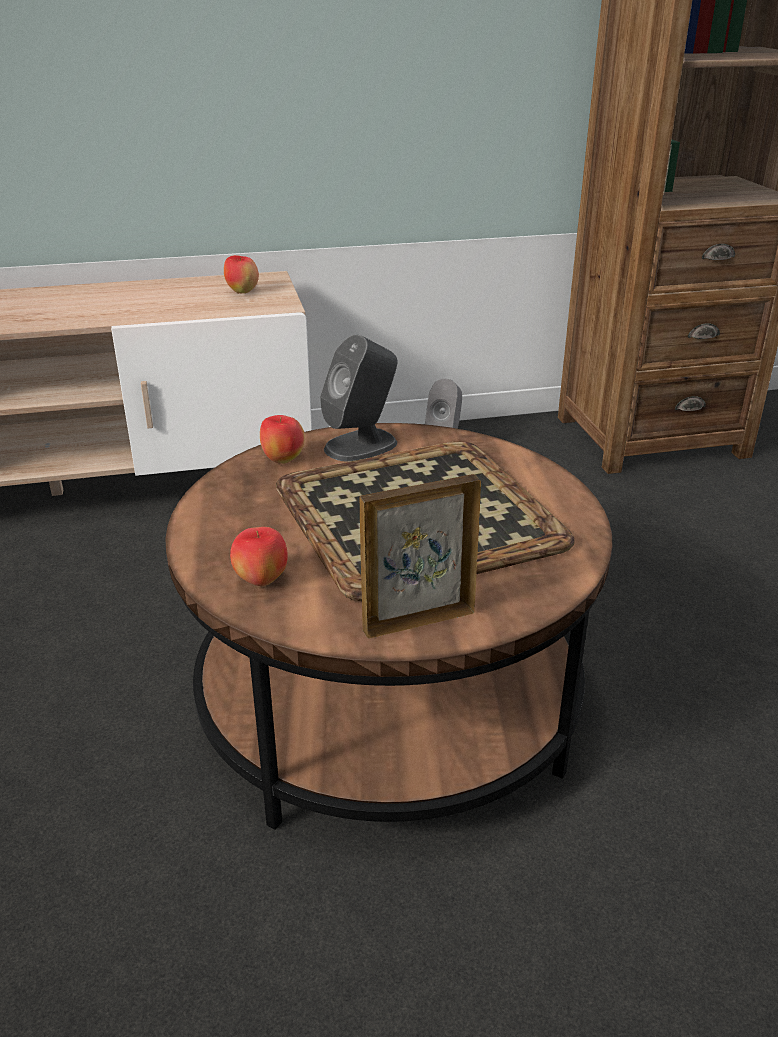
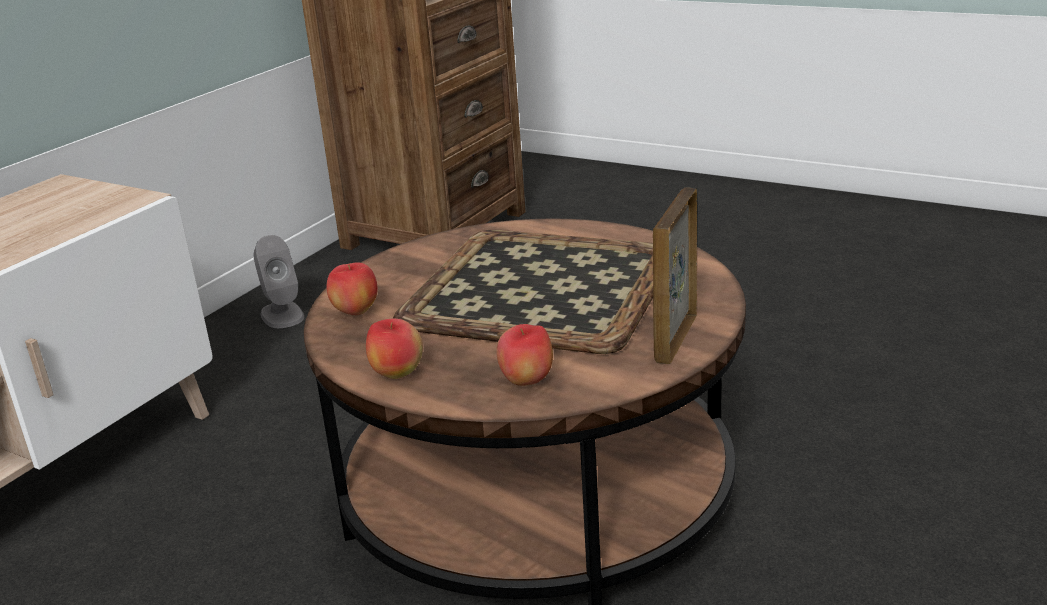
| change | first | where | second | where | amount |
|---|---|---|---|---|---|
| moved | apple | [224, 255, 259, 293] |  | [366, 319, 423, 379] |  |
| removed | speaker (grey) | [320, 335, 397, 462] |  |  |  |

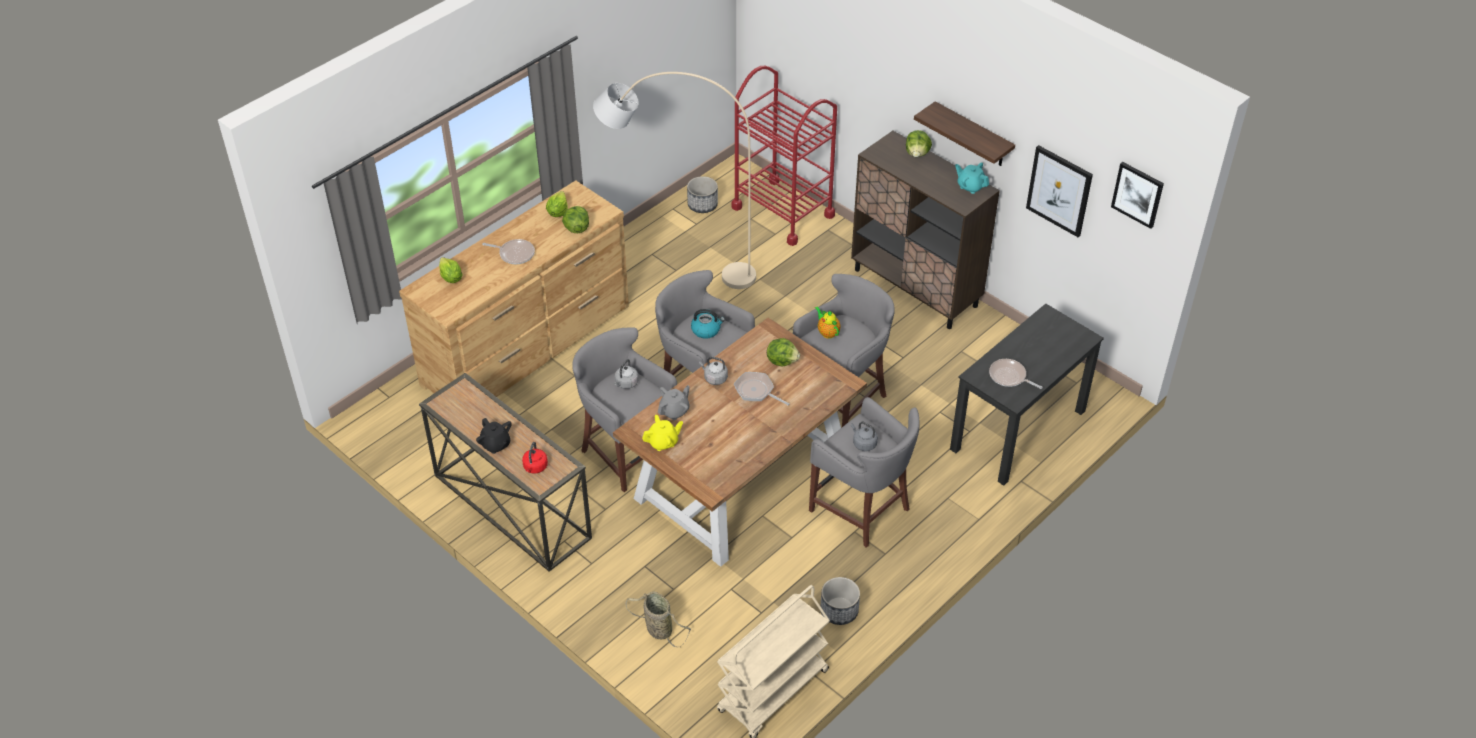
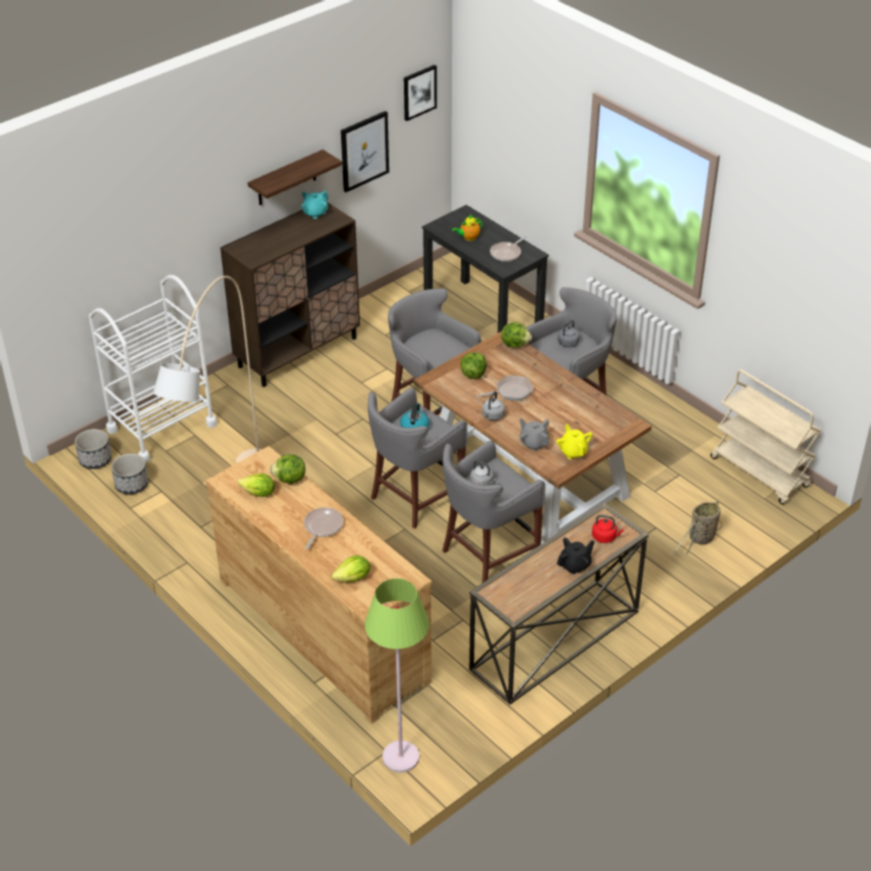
| change | first | where | second | where | amount |
|---|---|---|---|---|---|
| moved | planter | [821, 577, 860, 625] |  | [75, 429, 112, 469] |  |
| recoloured | cart (red) | [731, 66, 837, 246] | cart (white) | [89, 275, 217, 463] |  |
| added |  |  | floor lamp (green) | [365, 578, 429, 773] |  |
| moved | teapot | [815, 306, 841, 339] |  | [452, 214, 483, 241] |  |
| turned | frying pan | [734, 372, 789, 405] |  | [477, 375, 533, 401] | 150 degrees counterclockwise |
| moved | lettuce | [906, 130, 932, 157] |  | [501, 322, 532, 348] |  |

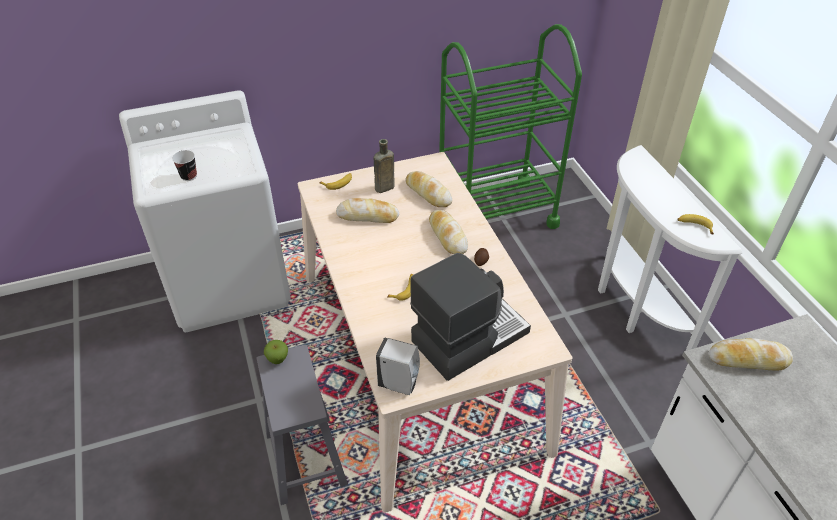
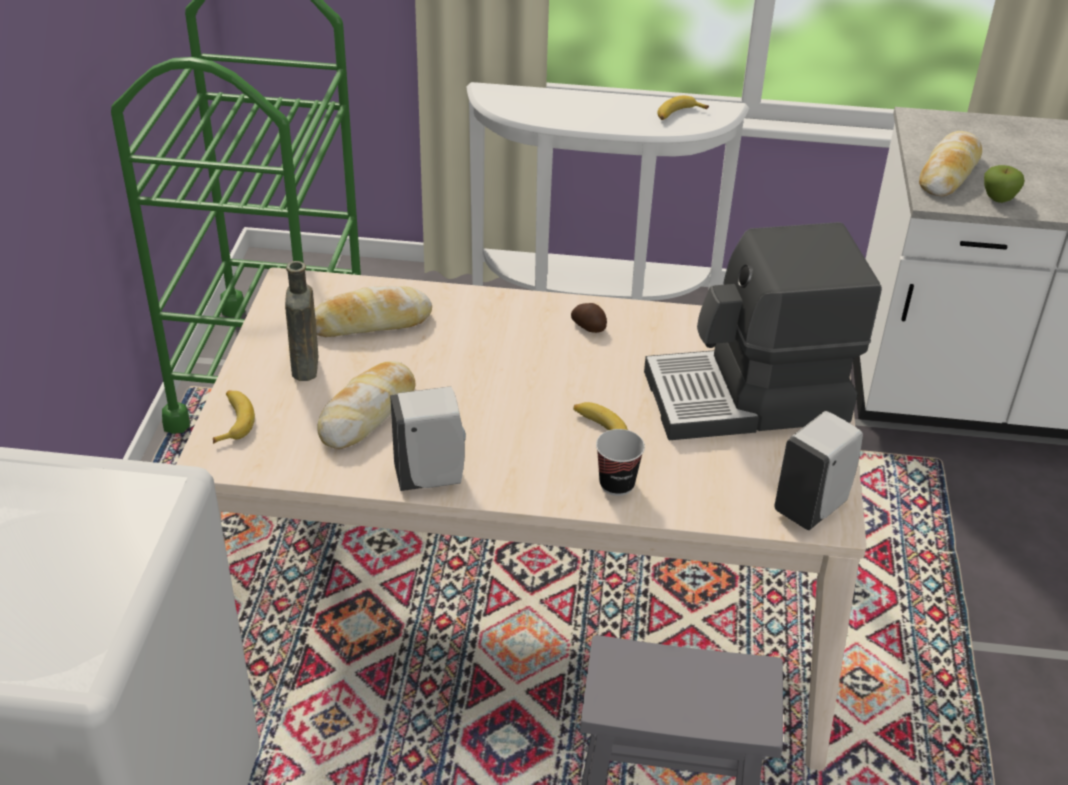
| change | first | where | second | where | amount |
|---|---|---|---|---|---|
| added |  |  | soap dispenser (white) | [390, 386, 466, 491] |  |
| moved | cup | [172, 150, 197, 181] |  | [596, 429, 645, 496] |  |
| turned | coffee machine | [410, 253, 531, 381] |  | [644, 222, 882, 440] | 90 degrees counterclockwise |
| moved | apple | [264, 340, 288, 364] |  | [984, 165, 1025, 203] |  |
| removed | bread | [429, 210, 468, 254] |  |  |  |

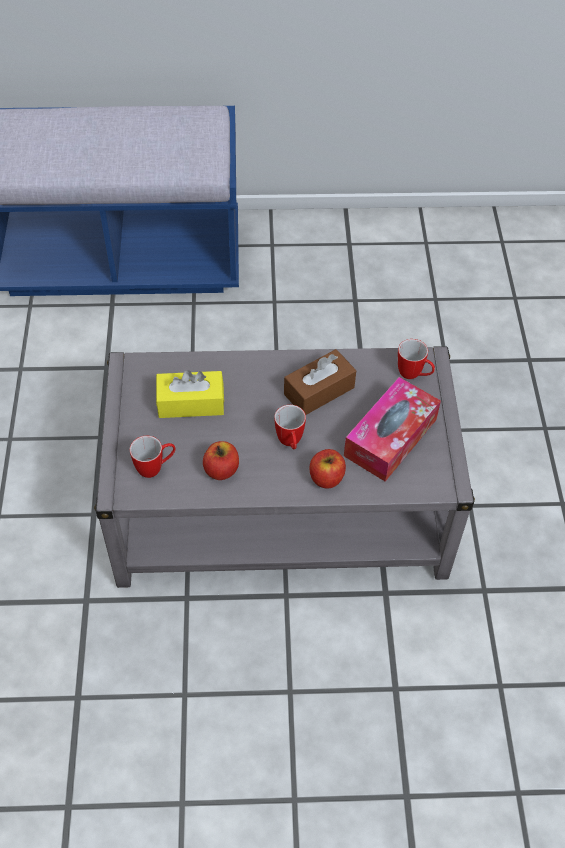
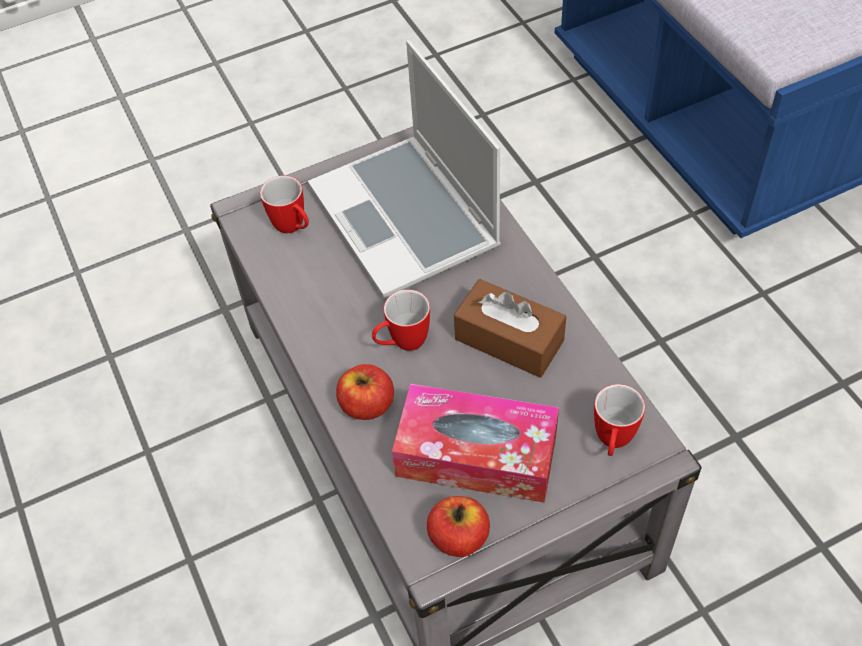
| change | first | where | second | where | amount |
|---|---|---|---|---|---|
| replaced | tissue box (yellow) | [156, 370, 224, 418] | laptop | [308, 40, 501, 298] |  |
| moved | apple | [203, 441, 239, 480] |  | [427, 496, 490, 557] |  |

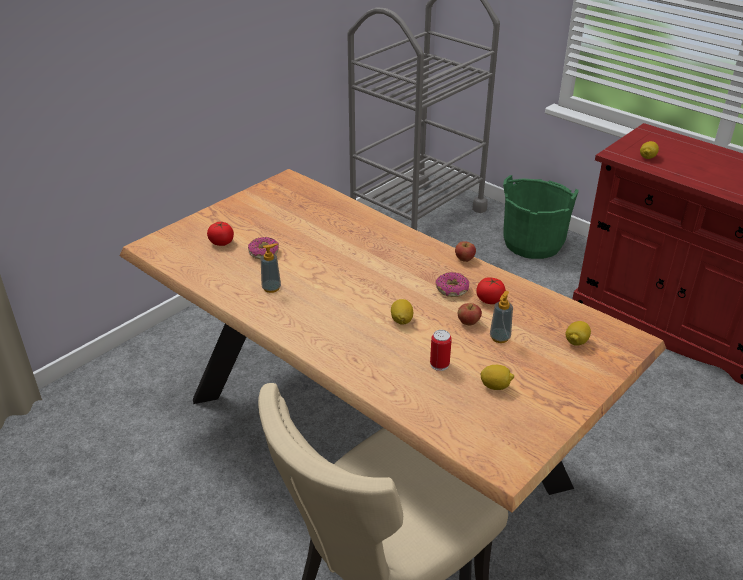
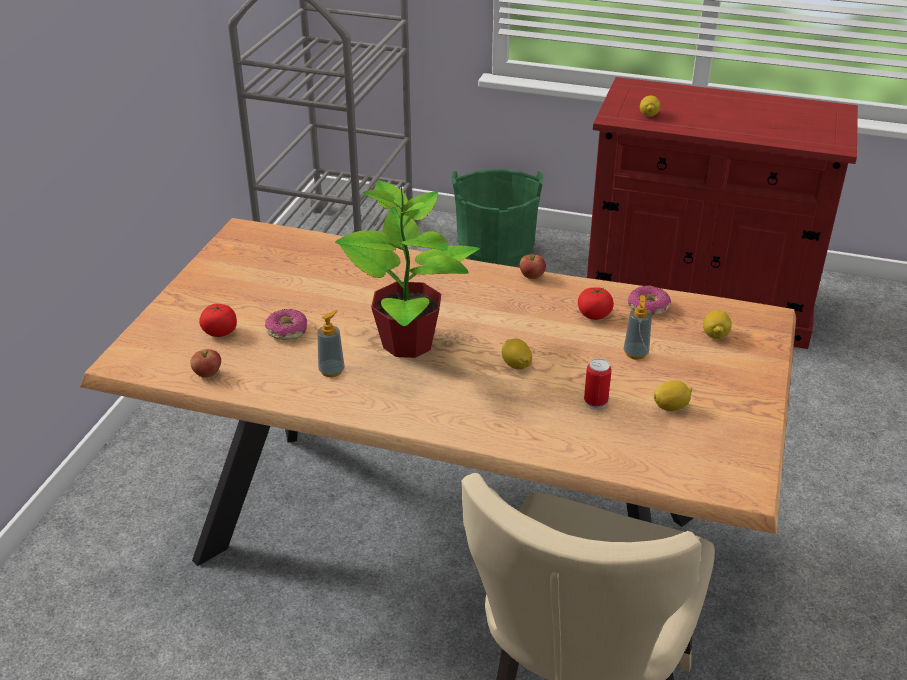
| change | first | where | second | where | amount |
|---|---|---|---|---|---|
| moved | apple | [458, 303, 482, 326] |  | [190, 349, 221, 377] |  |
| added |  |  | potted plant | [335, 180, 480, 358] |  |
| moved | donut | [436, 272, 469, 297] |  | [628, 286, 671, 315] |  |

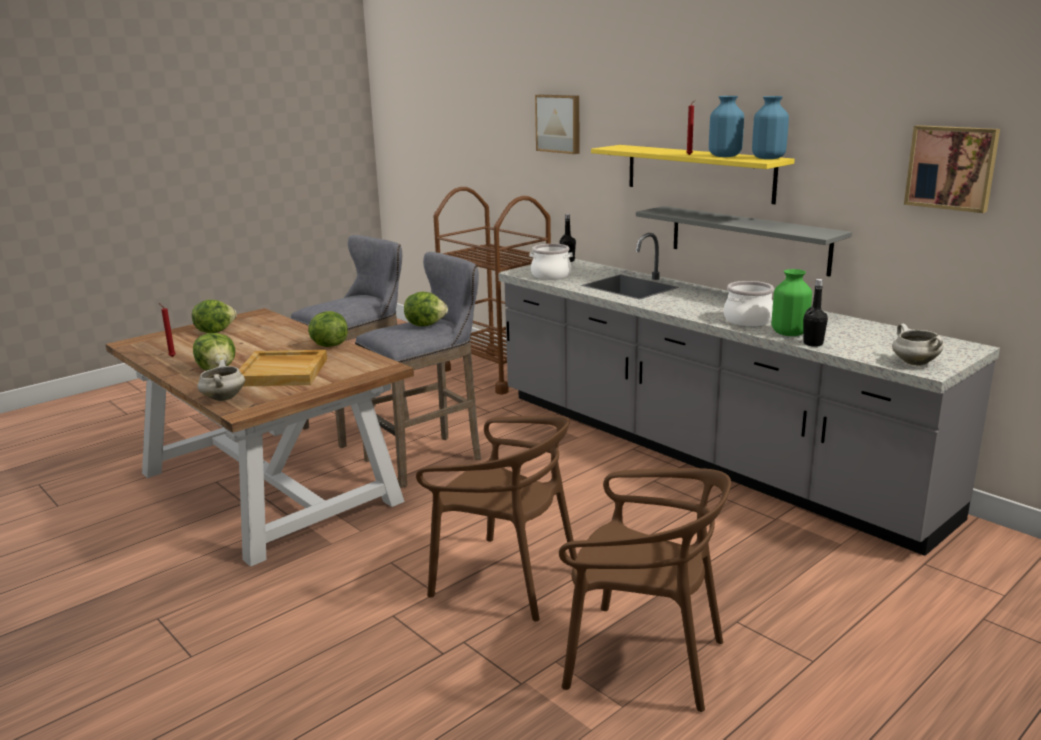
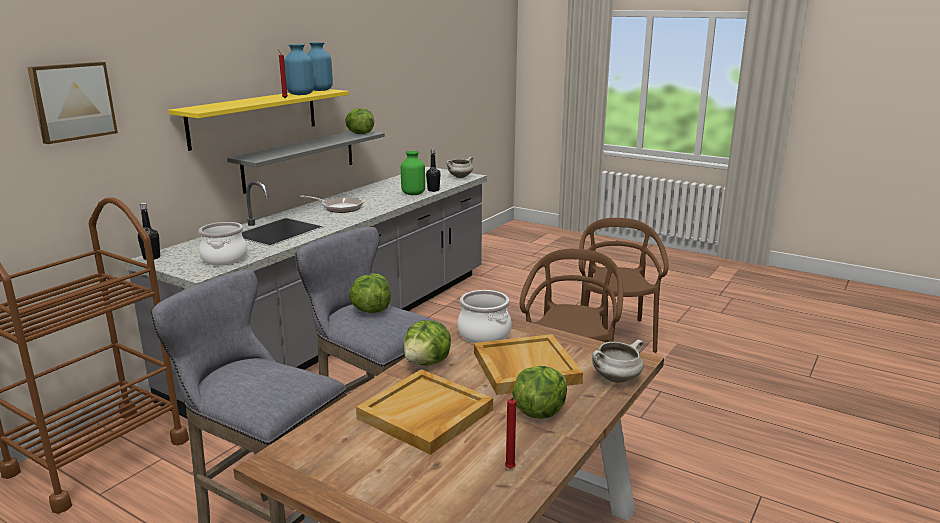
| change | first | where | second | where | amount |
|---|---|---|---|---|---|
| added |  |  | frying pan | [300, 195, 363, 213] |  |
| moved | lettuce | [192, 300, 237, 333] |  | [345, 108, 374, 134] |  |
| added |  |  | tray (beige) | [356, 369, 493, 455] |  |
| moved | cooking pot | [724, 281, 774, 326] |  | [457, 290, 512, 343] |  |
| removed | picture | [904, 125, 1000, 213] |  |  |  |

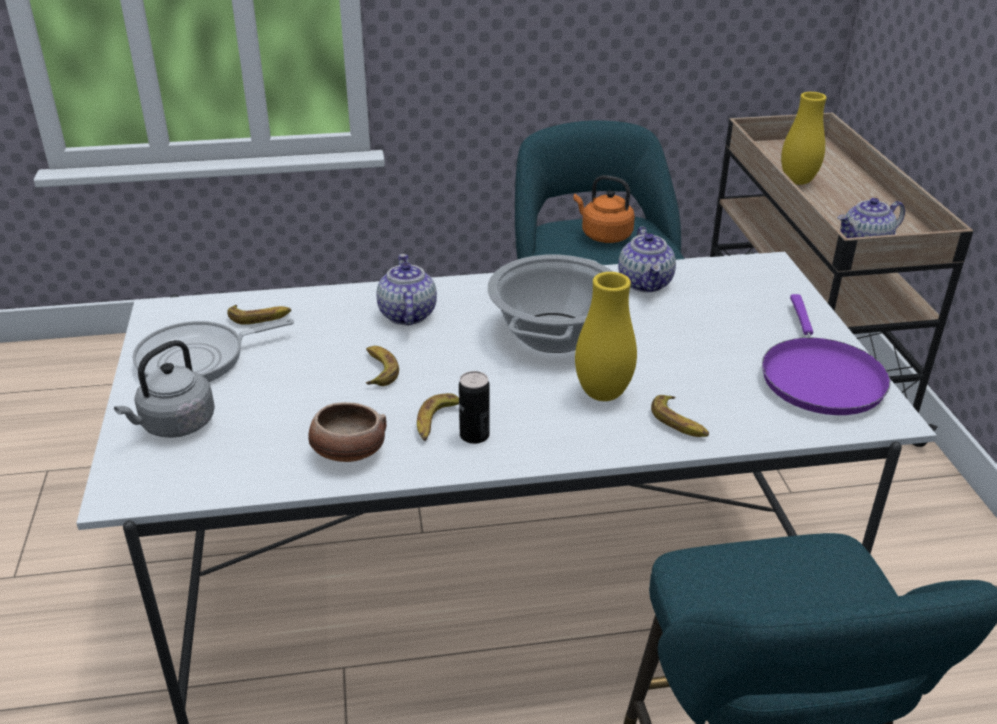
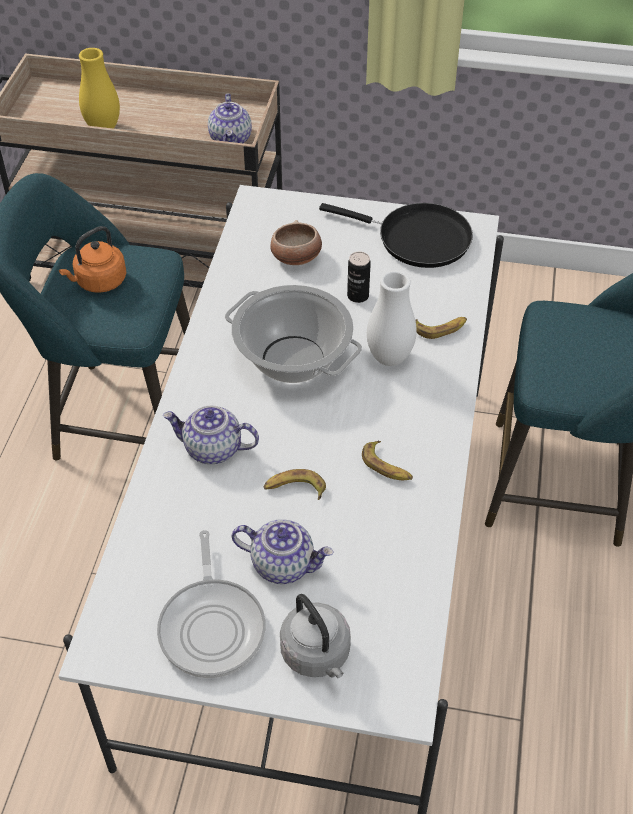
| change | first | where | second | where | amount |
|---|---|---|---|---|---|
| moved | teapot | [618, 226, 676, 292] |  | [231, 519, 334, 584] |  |
| moved | bowl | [308, 402, 387, 462] |  | [270, 220, 322, 265] |  |
| recoloured | frying pan (purple) | [762, 294, 890, 415] | frying pan (black) | [319, 203, 473, 268] |  |
| moved | can | [459, 371, 490, 444] |  | [347, 252, 371, 303] |  |
| recoloured | vase (yellow) | [575, 272, 637, 401] | vase (white) | [367, 270, 417, 366] |  |
| removed | banana | [227, 305, 291, 325] |  |  |  |

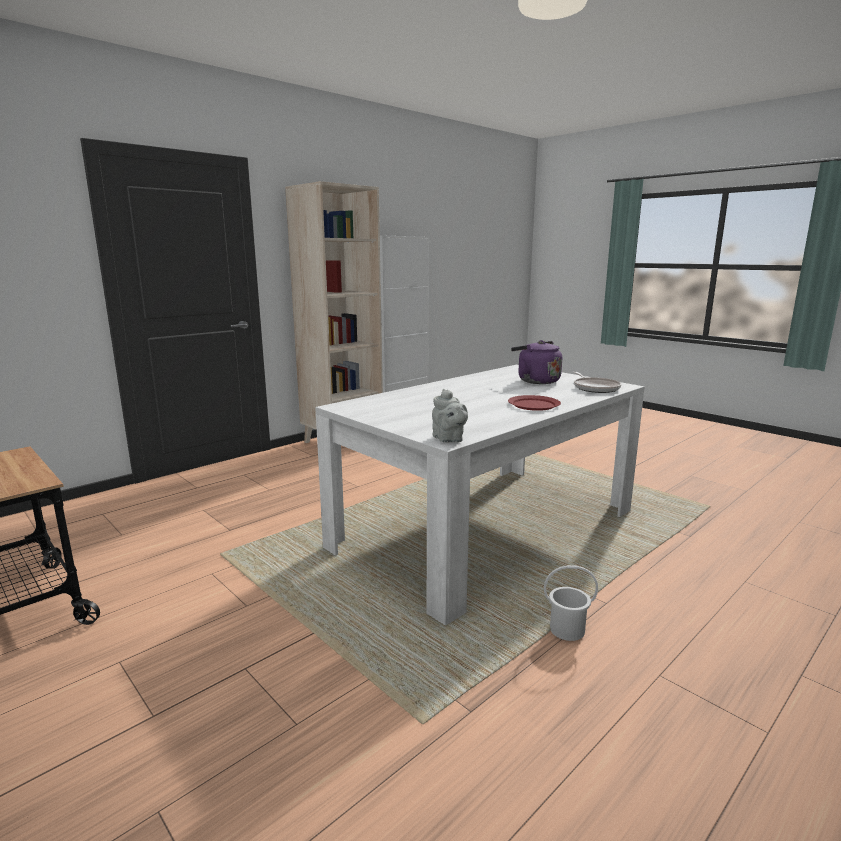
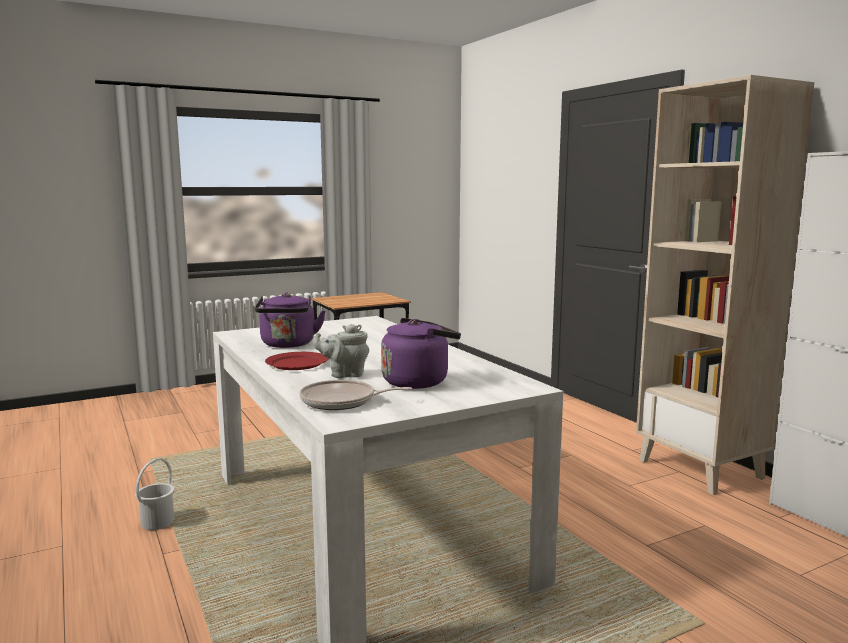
| change | first | where | second | where | amount |
|---|---|---|---|---|---|
| added |  |  | kettle (purple) | [255, 292, 326, 348] |  |
| moved | teapot (grey) | [432, 389, 468, 443] |  | [313, 324, 369, 378] |  |

